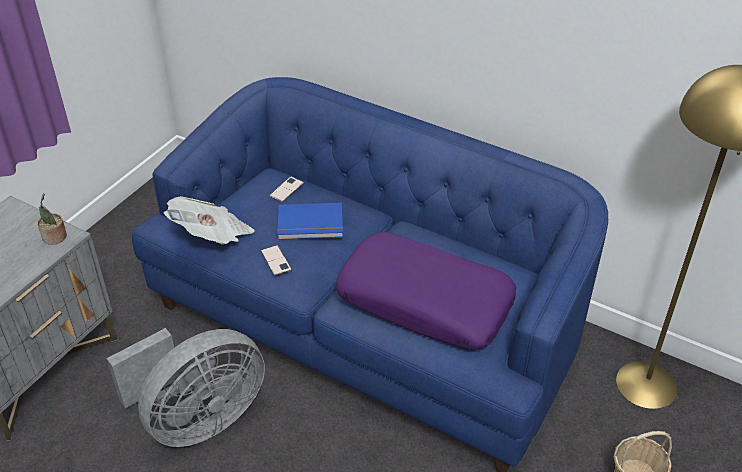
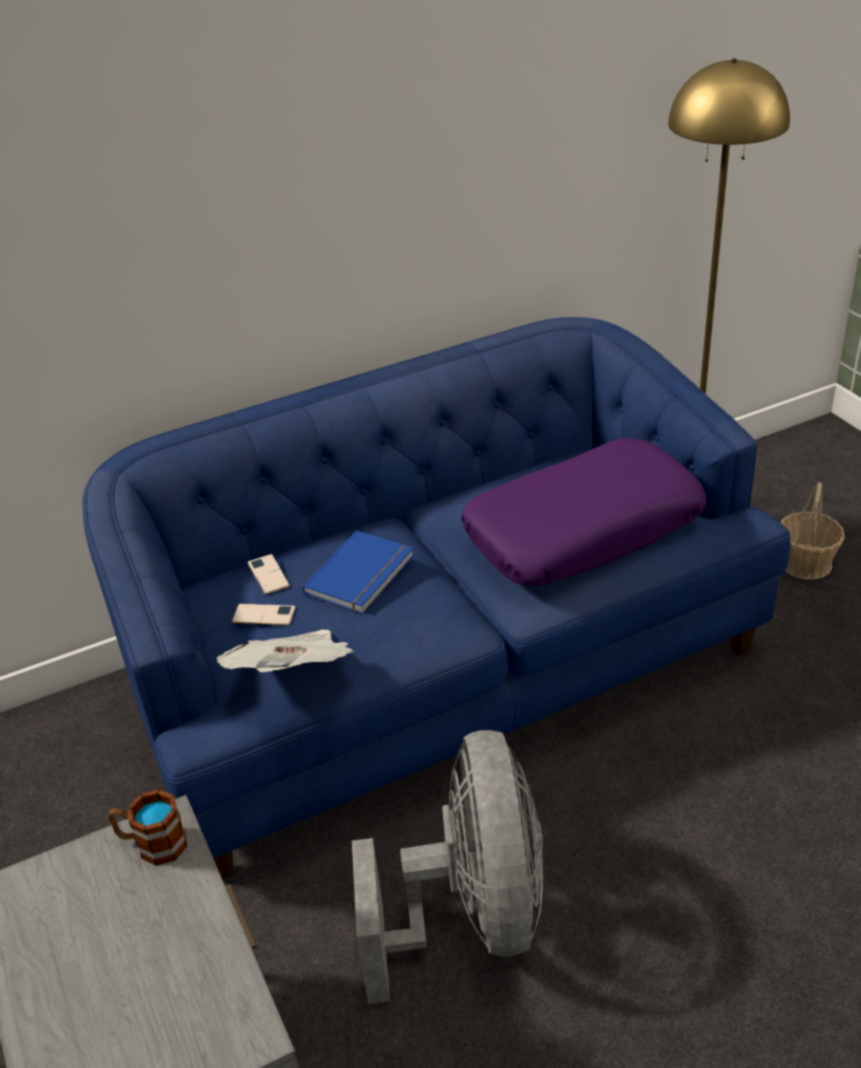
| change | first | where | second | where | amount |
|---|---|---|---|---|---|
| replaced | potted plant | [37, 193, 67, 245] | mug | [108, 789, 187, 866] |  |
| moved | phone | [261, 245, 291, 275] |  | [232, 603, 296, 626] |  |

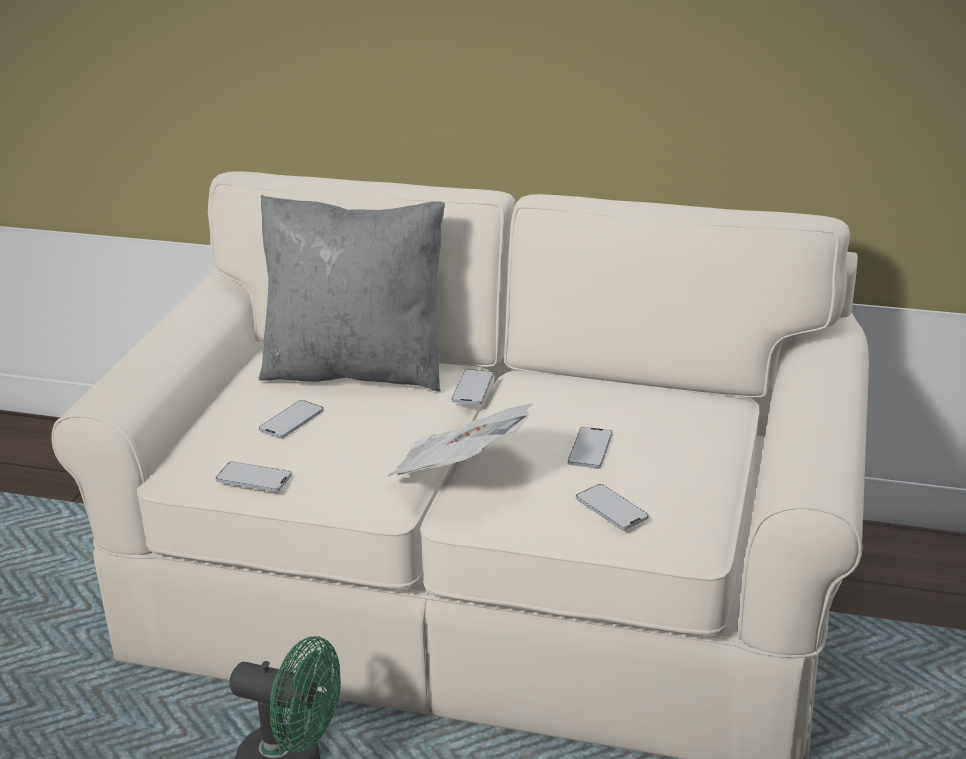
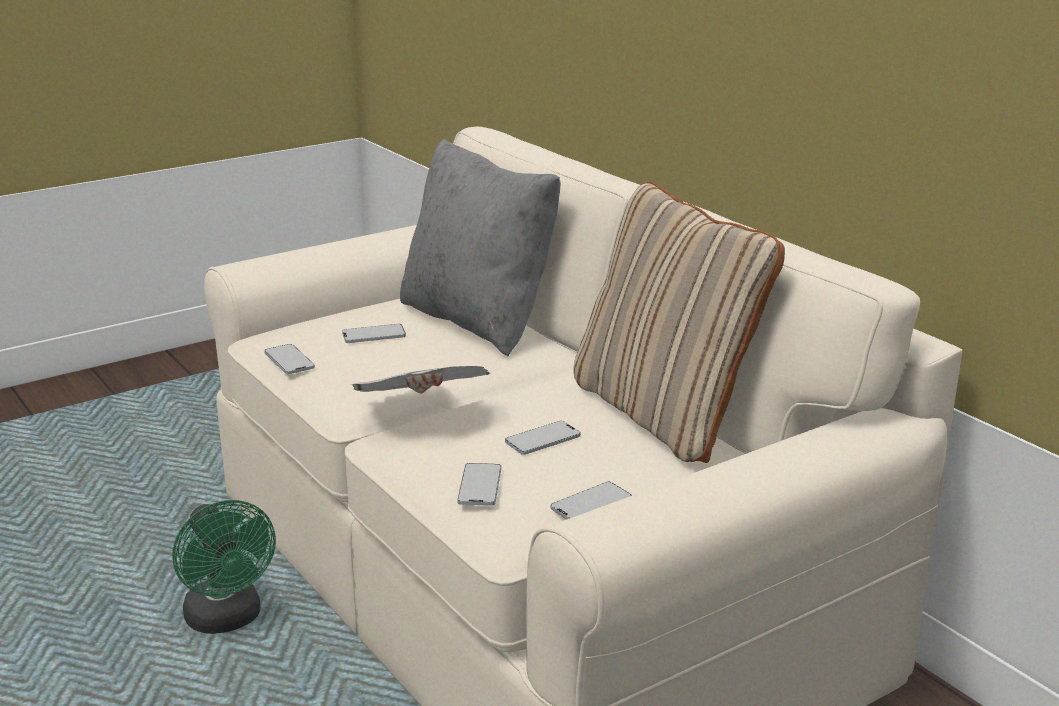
| change | first | where | second | where | amount |
|---|---|---|---|---|---|
| moved | phone | [452, 369, 494, 405] |  | [551, 481, 632, 520] |  |
| added |  |  | pillow (beige) | [573, 181, 785, 463] |  |

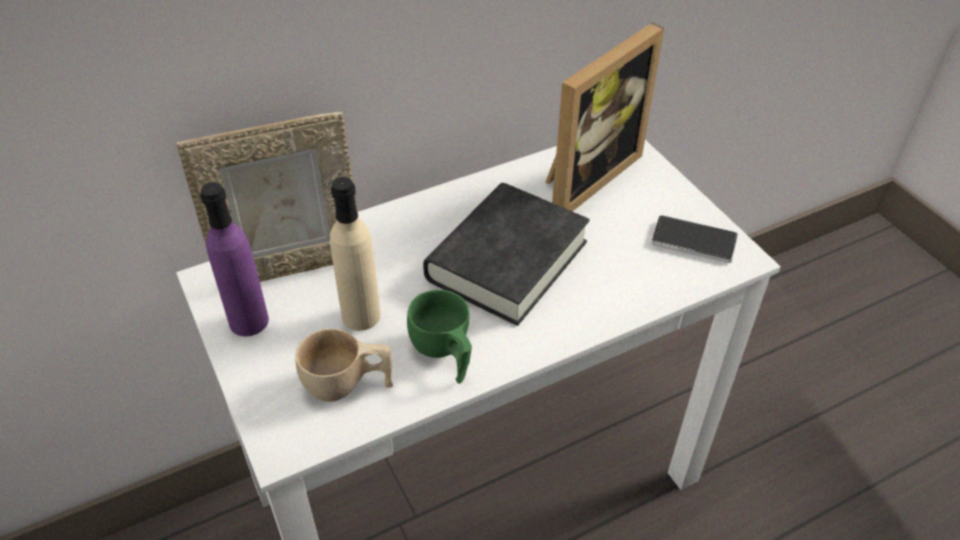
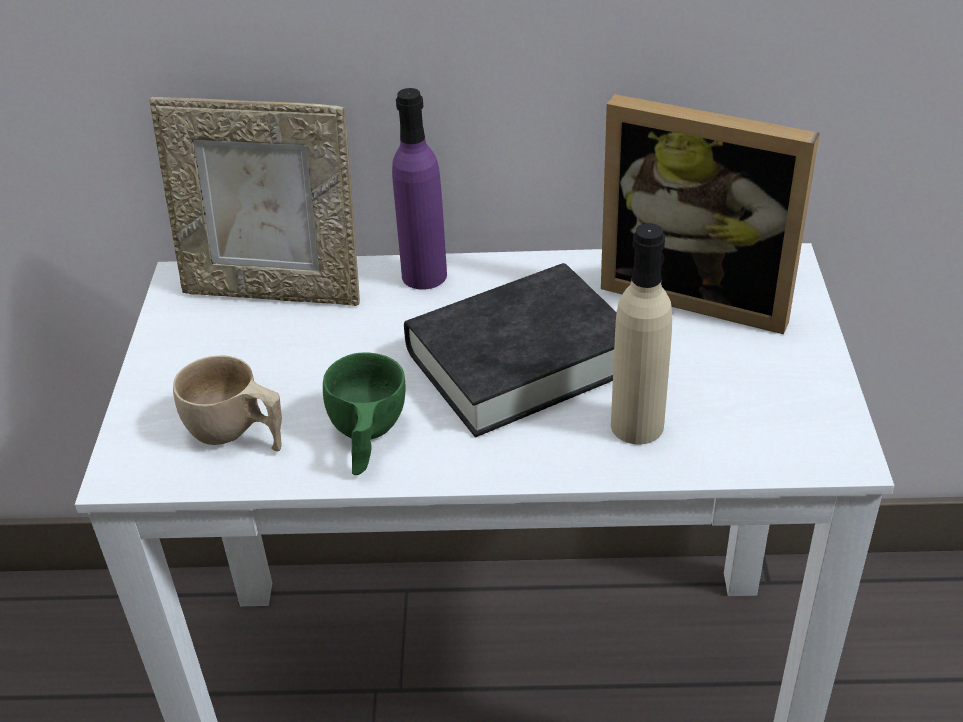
| change | first | where | second | where | amount |
|---|---|---|---|---|---|
| moved | bottle (purple) | [200, 182, 269, 336] |  | [392, 88, 447, 290] |  |
| turned | picture frame | [545, 23, 664, 212] |  | [601, 94, 820, 334] | 45 degrees clockwise |
| moved | bottle (beige) | [330, 177, 380, 331] |  | [611, 223, 672, 445] |  |
| removed | phone | [651, 215, 738, 263] |  |  |  |

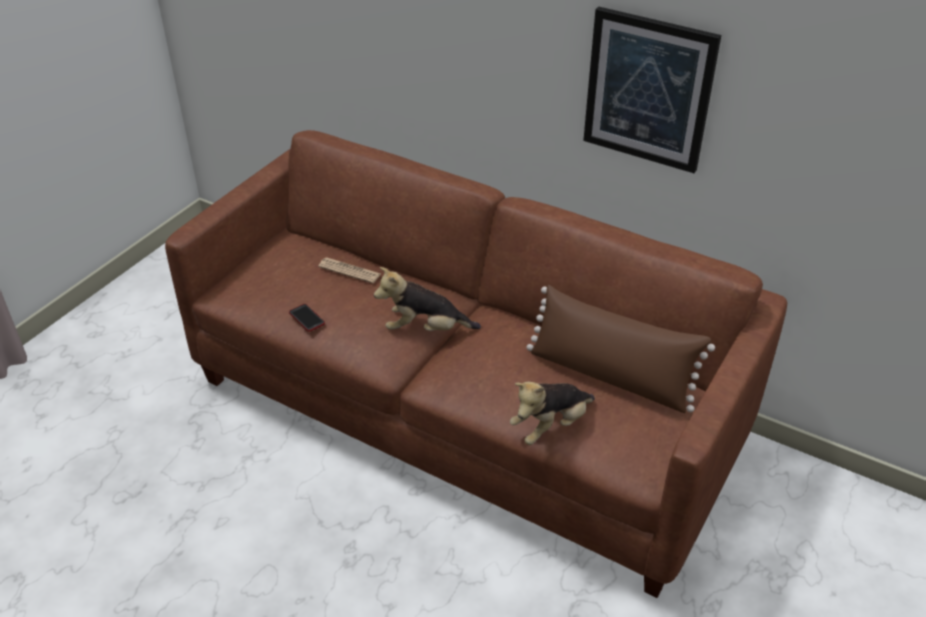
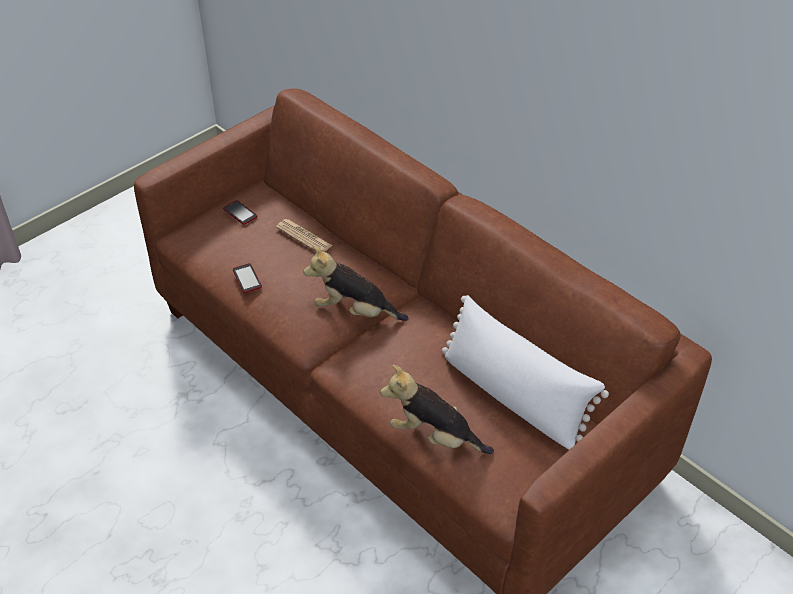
| change | first | where | second | where | amount |
|---|---|---|---|---|---|
| added |  |  | phone | [223, 200, 257, 225] |  |
| turned | plush toy | [510, 382, 595, 445] |  | [380, 365, 494, 454] | 45 degrees clockwise |
| recoloured | pillow (brown) | [526, 285, 715, 413] | pillow (white) | [442, 295, 609, 450] |  |
| removed | picture | [583, 7, 721, 173] |  |  |  |

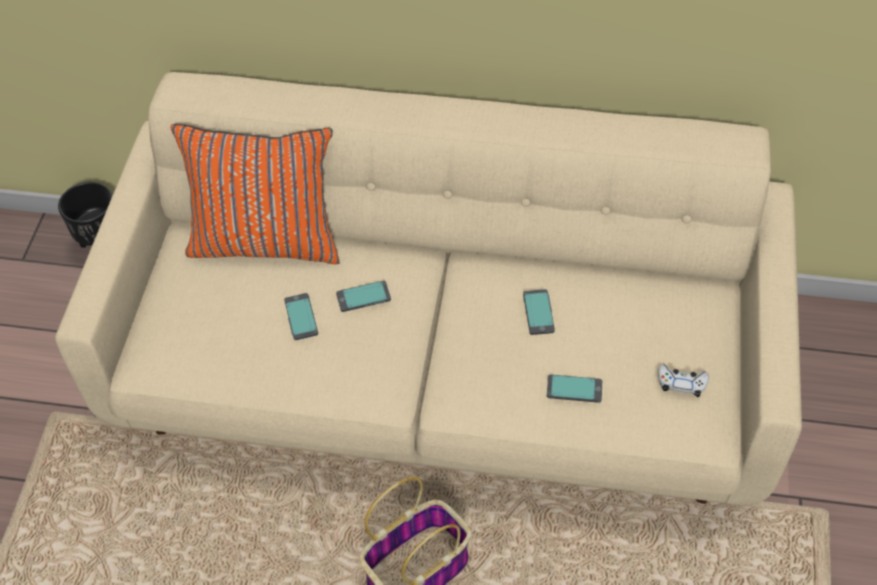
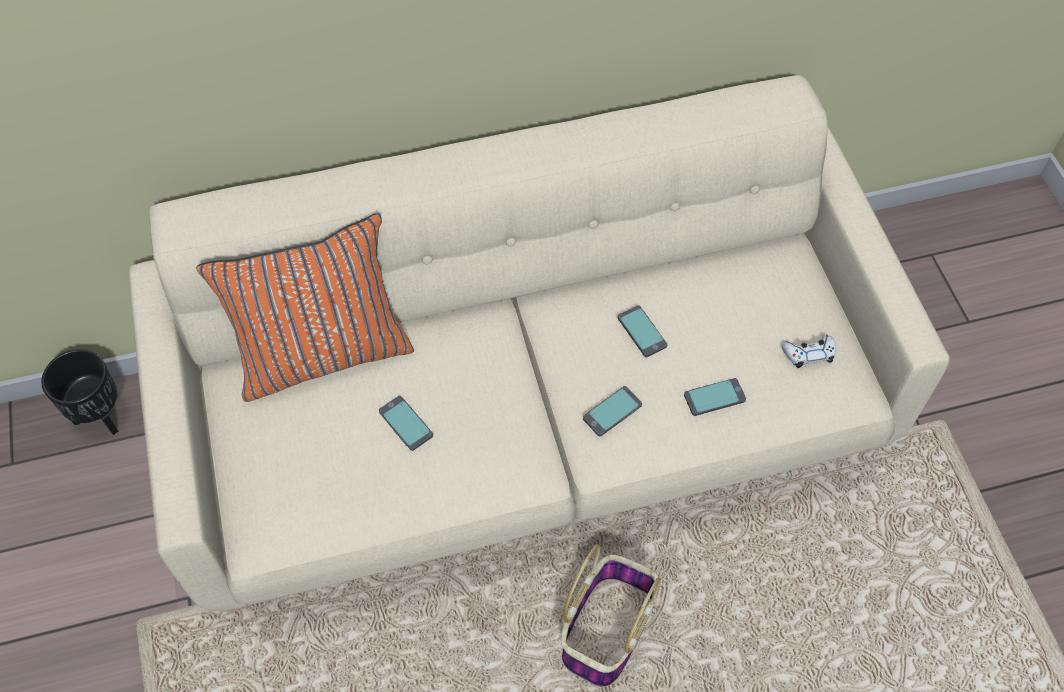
| change | first | where | second | where | amount |
|---|---|---|---|---|---|
| moved | phone | [336, 281, 391, 312] |  | [583, 386, 642, 436] |  |

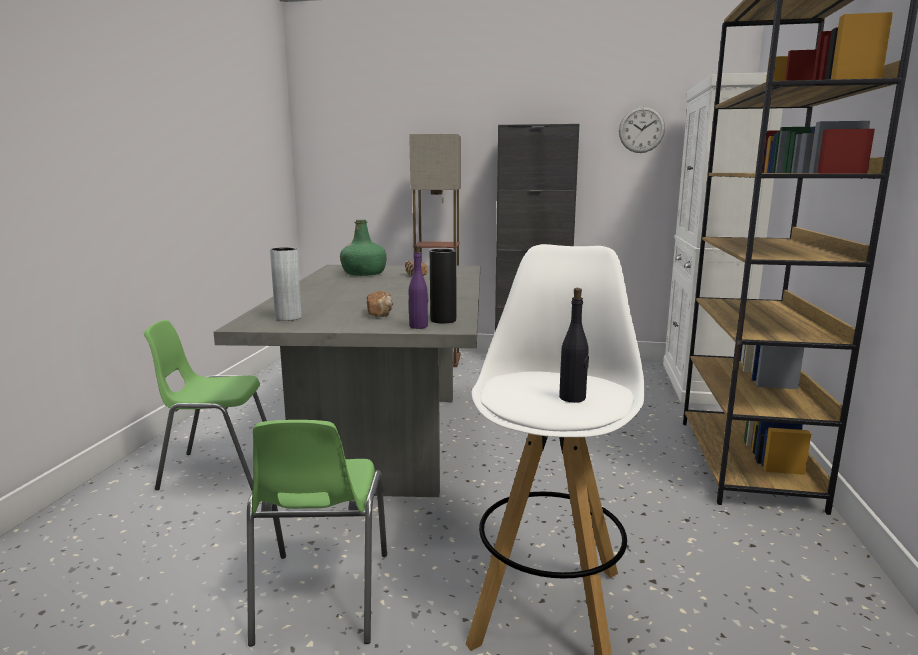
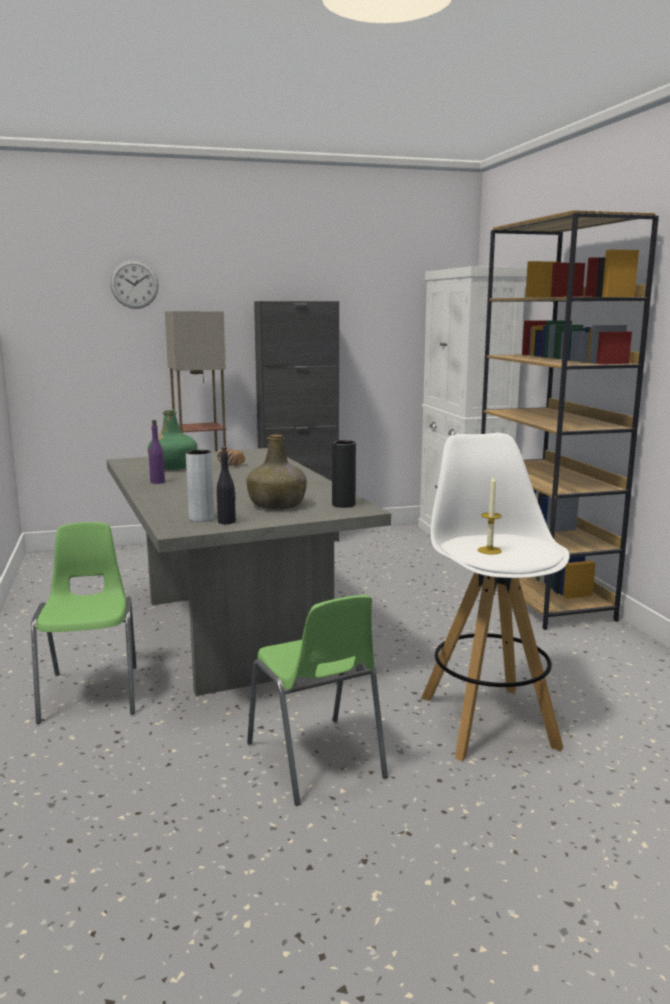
| change | first | where | second | where | amount |
|---|---|---|---|---|---|
| turned | chair (green) | [144, 320, 267, 490] |  | [31, 522, 137, 724] | 105 degrees clockwise |
| moved | wall clock | [619, 106, 665, 153] |  | [110, 260, 159, 309] |  |
| moved | bottle (purple) | [409, 245, 428, 329] |  | [149, 420, 165, 484] |  |
| moved | bottle (black) | [559, 288, 589, 403] |  | [217, 446, 236, 524] |  |
| replaced | bread | [367, 291, 393, 317] | bottle (green) | [246, 434, 307, 509] |  |
| added |  |  | candle | [478, 475, 502, 554] |  |

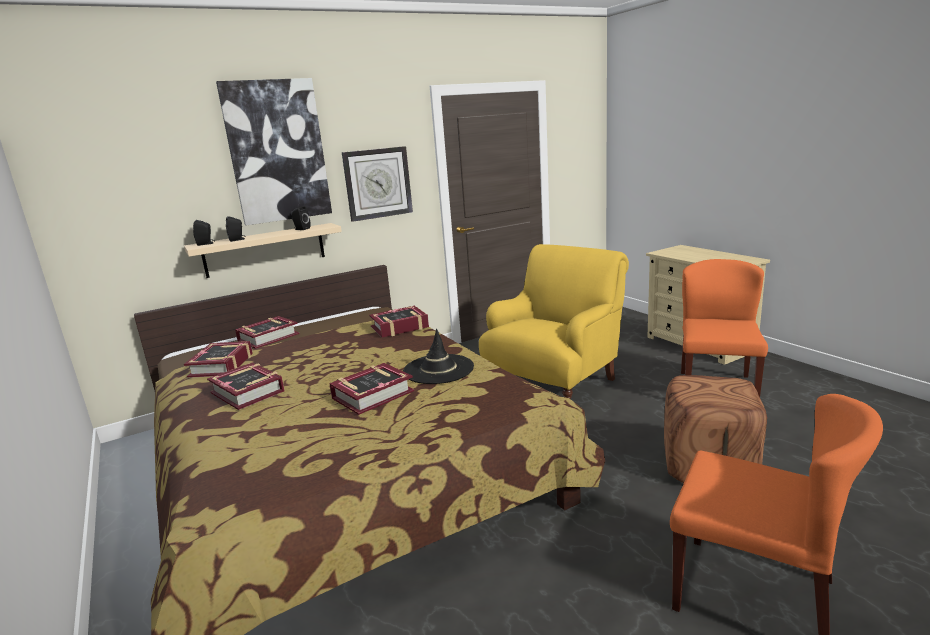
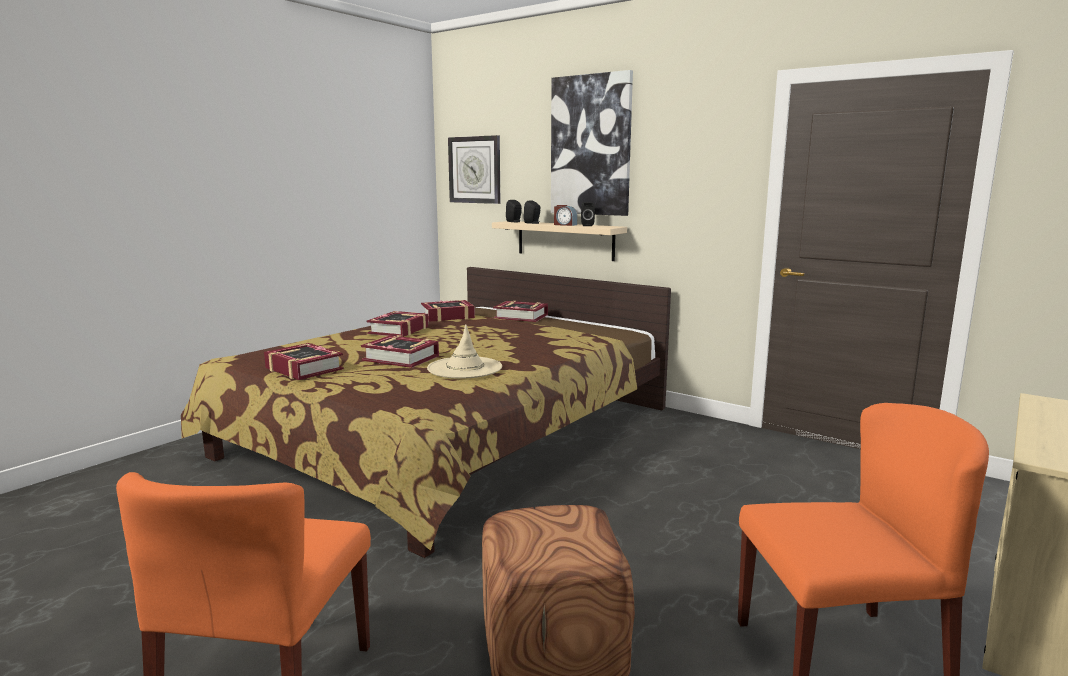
| change | first | where | second | where | amount |
|---|---|---|---|---|---|
| moved | book | [369, 306, 429, 338] |  | [264, 343, 344, 380] |  |
| recoloured | hat (black) | [403, 328, 474, 384] | hat (beige) | [427, 324, 502, 379] |  |
| moved | wall clock | [342, 146, 413, 222] |  | [448, 135, 500, 204] |  |
| added |  |  | alarm clock | [554, 205, 577, 226] |  |
| removed | armchair (yellow) | [479, 244, 629, 399] |  |  |  |

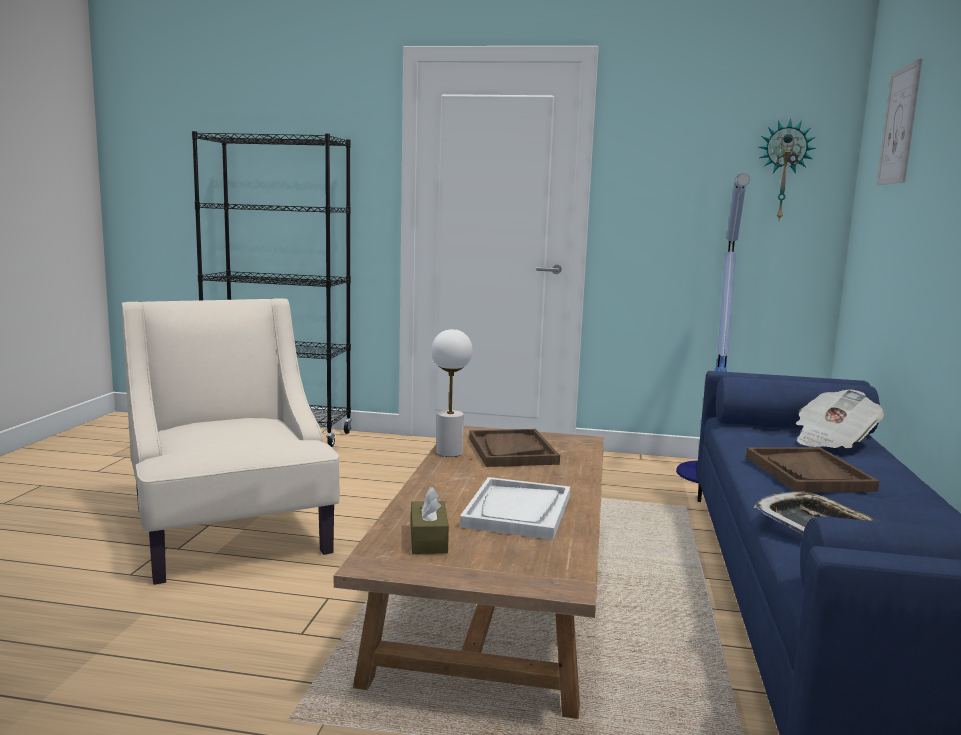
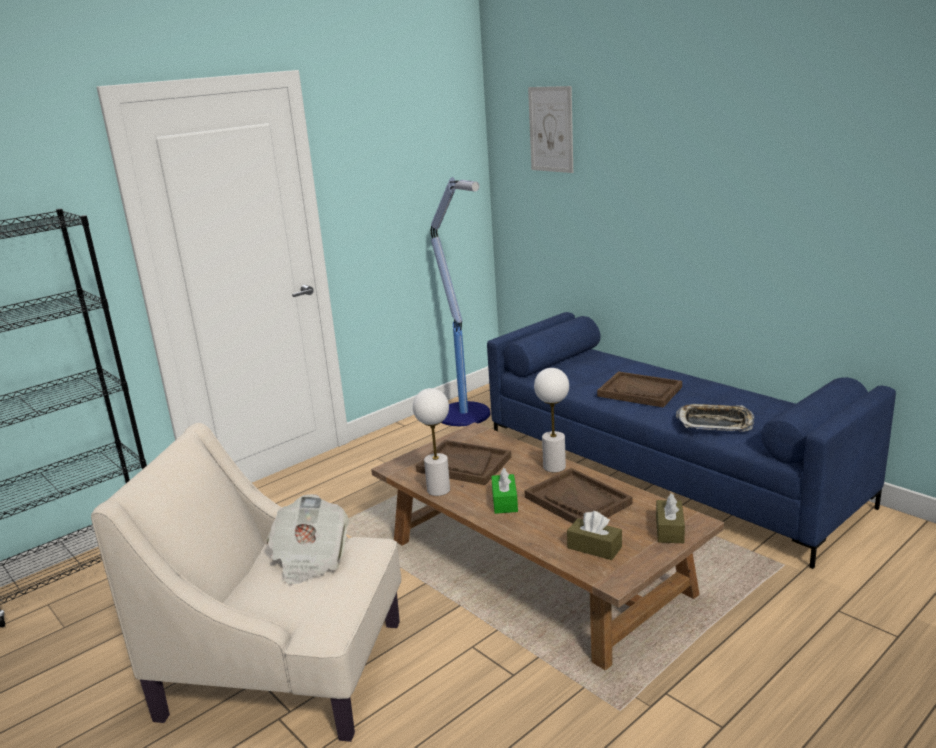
| change | first | where | second | where | amount |
|---|---|---|---|---|---|
| moved | newspaper | [796, 390, 884, 448] |  | [267, 494, 349, 585] |  |
| added |  |  | tissue box (green) | [491, 468, 518, 514] |  |
| recoloured | tray (white) | [460, 477, 570, 540] | tray (brown) | [524, 468, 632, 524] |  |
| added |  |  | table lamp (white) | [534, 368, 569, 472] |  |
| added |  |  | tissue box (brown) | [656, 494, 685, 543] |  |
| removed | wall clock | [759, 118, 816, 220] |  |  |  |

